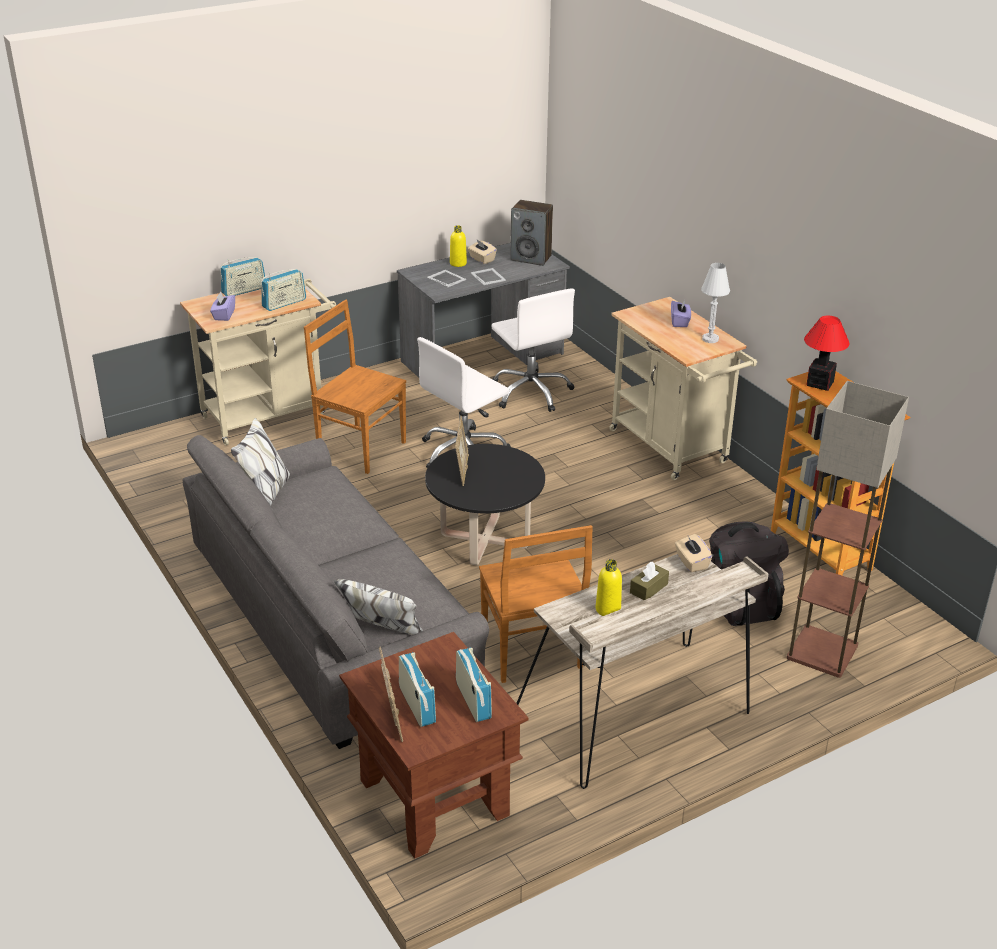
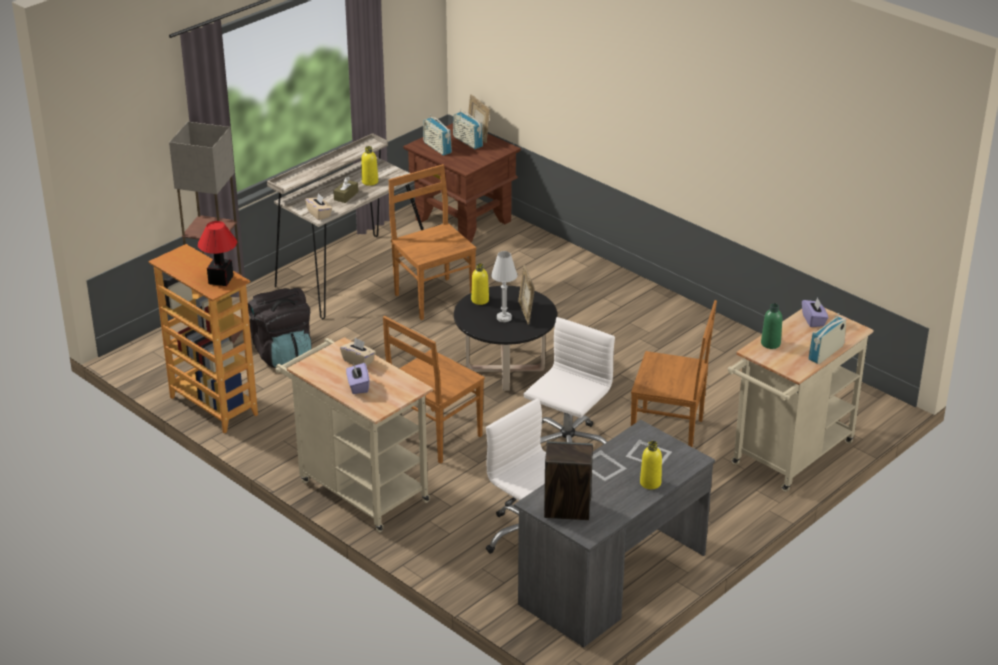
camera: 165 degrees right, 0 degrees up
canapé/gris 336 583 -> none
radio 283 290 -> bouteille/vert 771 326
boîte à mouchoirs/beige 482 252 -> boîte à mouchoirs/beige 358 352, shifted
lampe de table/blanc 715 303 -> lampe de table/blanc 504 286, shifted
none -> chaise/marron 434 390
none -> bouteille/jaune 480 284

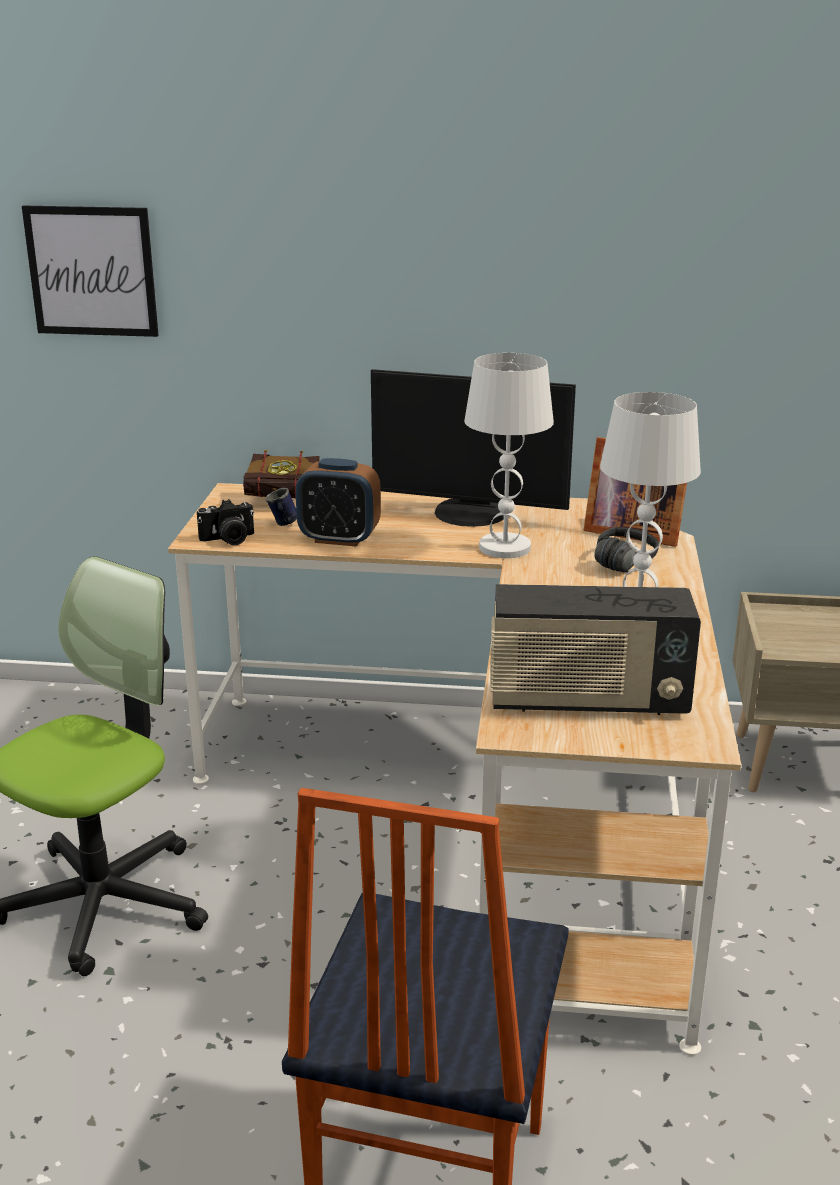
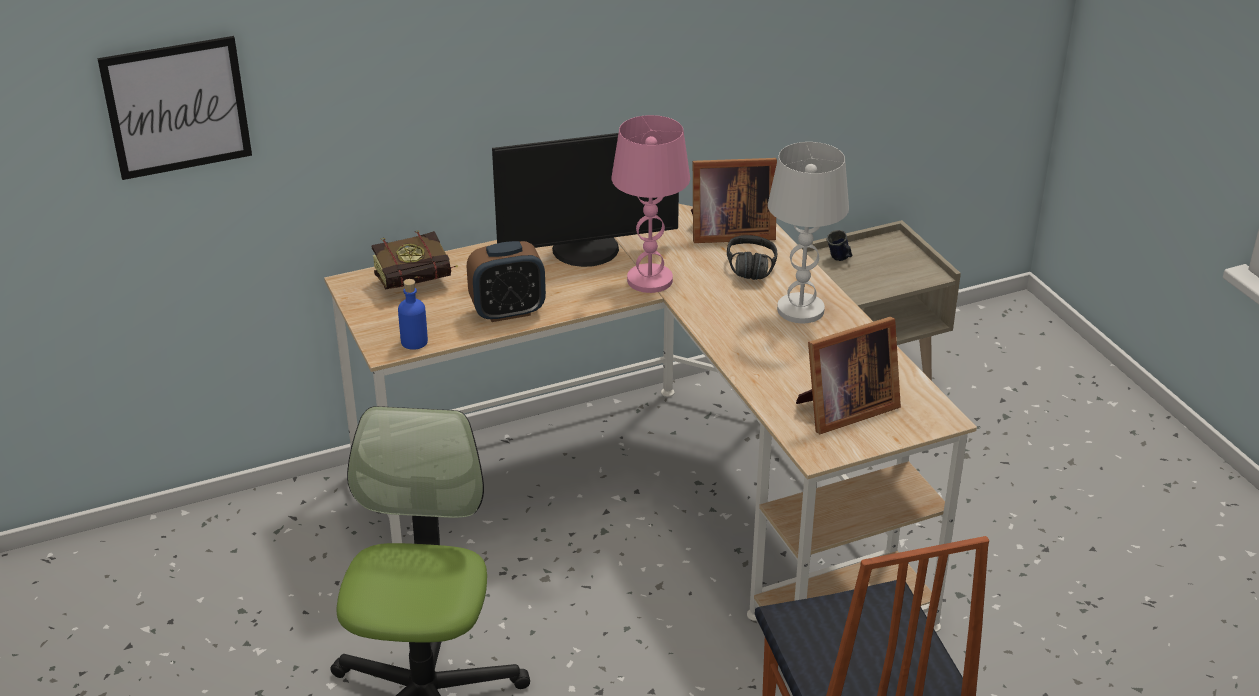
camera: 30 degrees left, 10 degrees up
appareil photo 225 522 -> bouteille/bleu 413 314
mug/bleu 281 507 -> mug/bleu 839 245, shifted
lampe de table/blanc 509 455 -> lampe de table/rose 651 204
radio 595 649 -> cadre photo 848 375

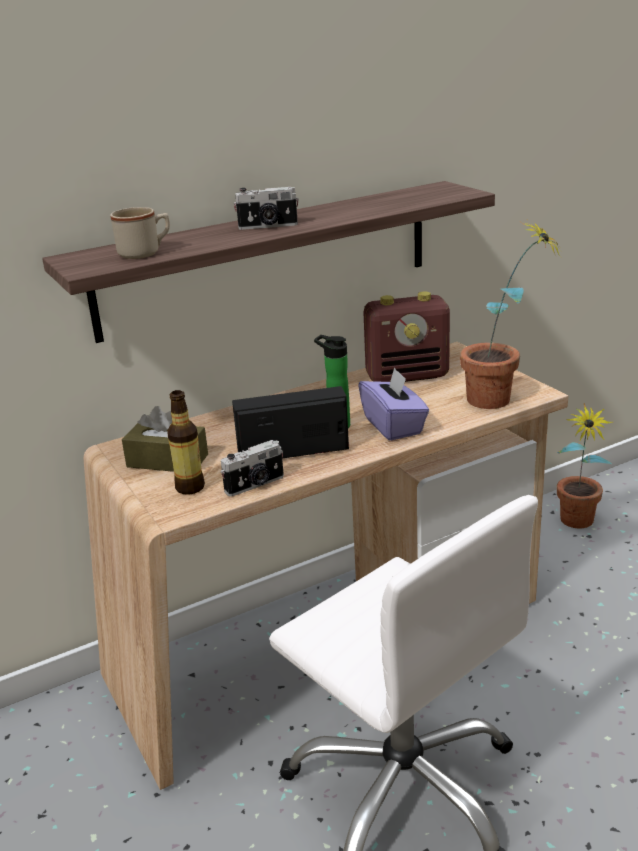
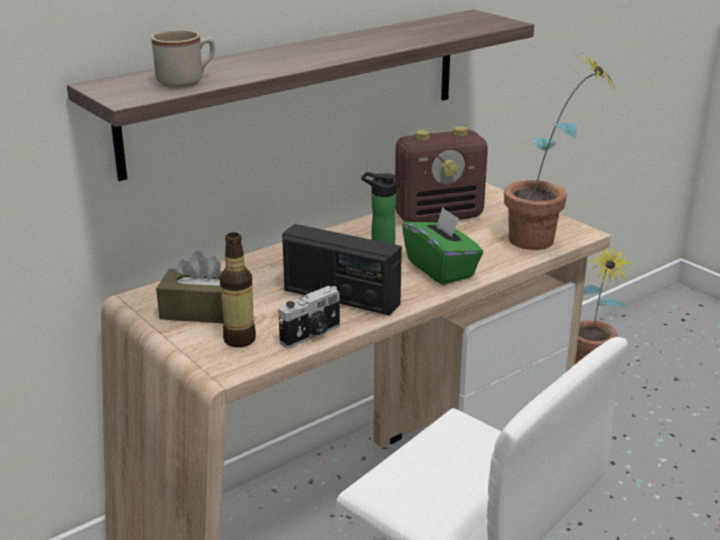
camera: 10 degrees left, 0 degrees up
radio 290 422 -> radio 342 269, 135 degrees counterclockwise
appareil photo 266 208 -> none
boîte à mouchoirs/violet 393 404 -> boîte à mouchoirs/vert 443 246

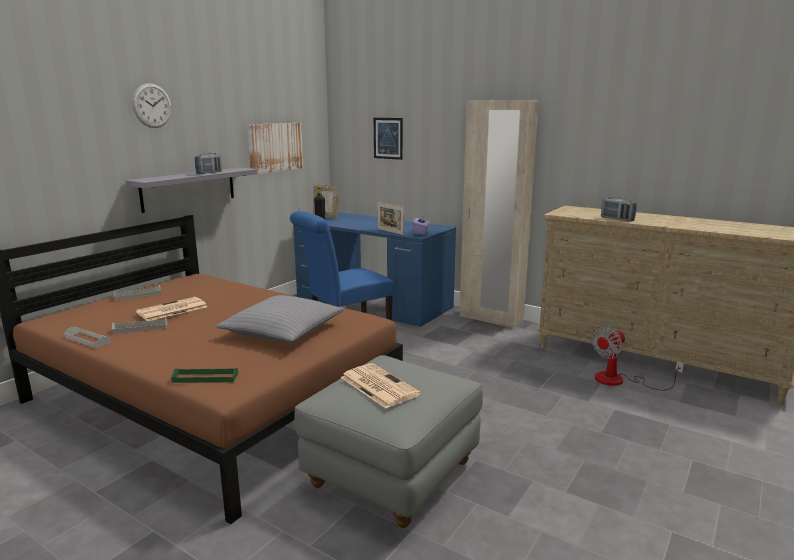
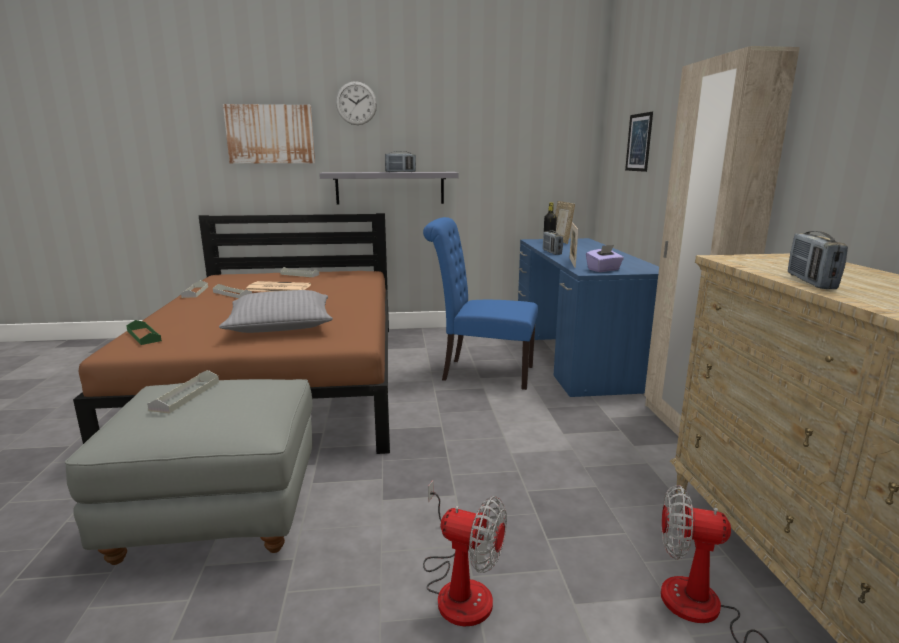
camera: 50 degrees right, 0 degrees up
tableau 275 148 -> tableau 269 133, shifted
journal 380 385 -> plateau/gris 183 391
none -> ventilateur 465 554
none -> radio 553 243

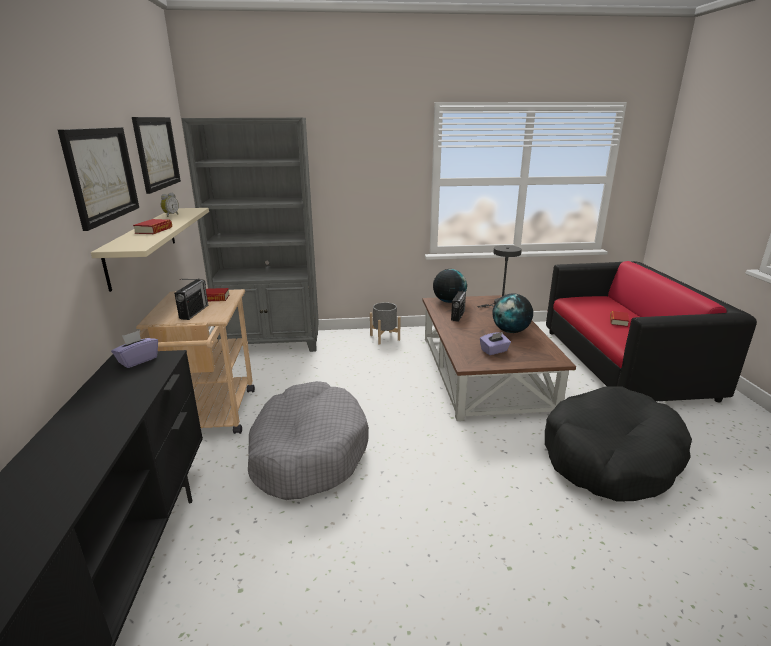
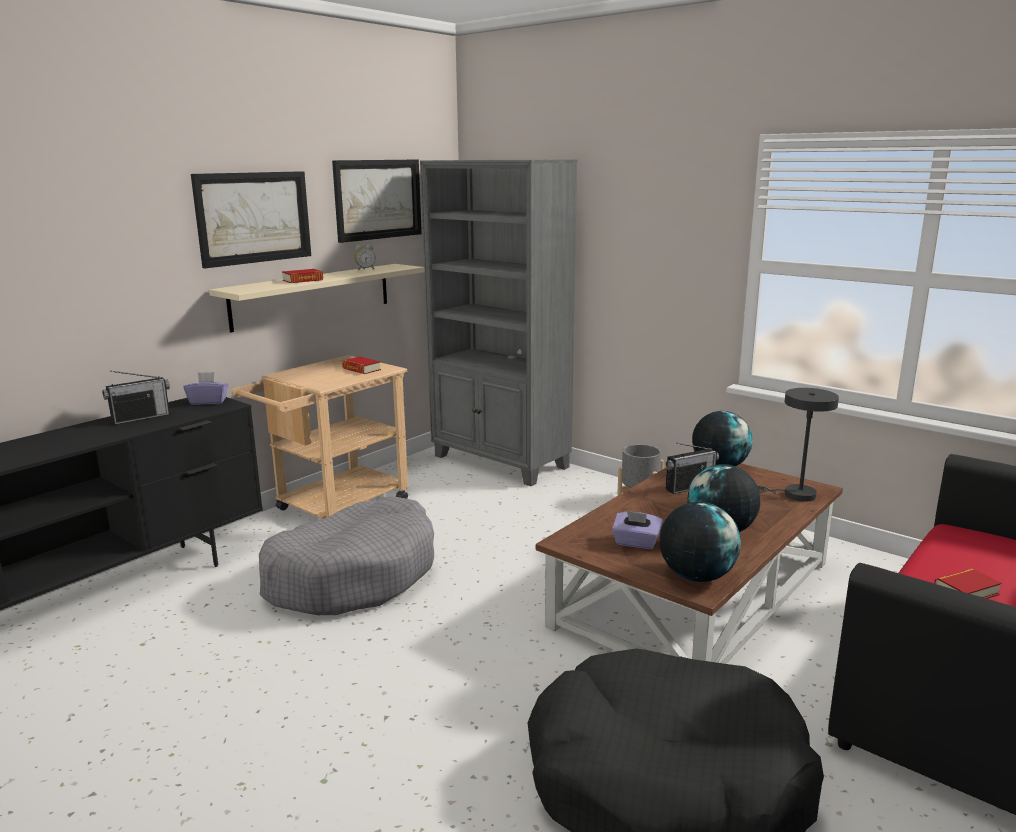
camera: 45 degrees right, 5 degrees down
radio 191 299 -> radio 136 398, shifted
none -> globe 700 542

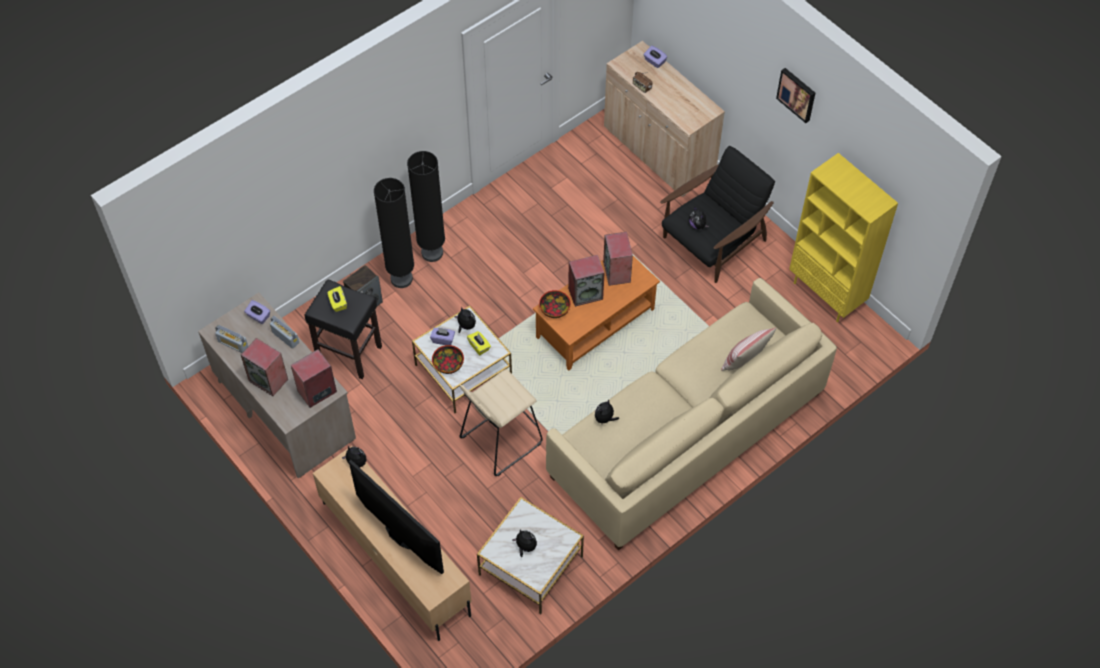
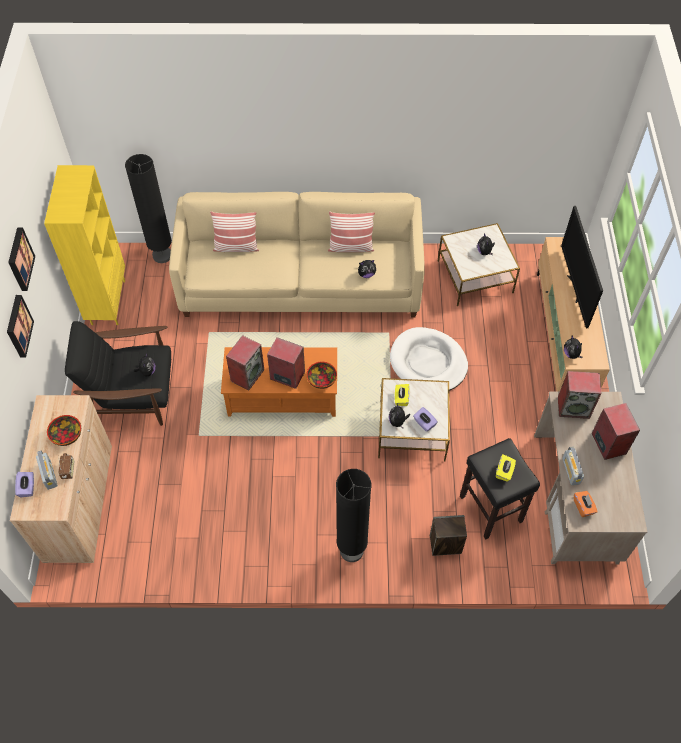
camera: 140 degrees left, 0 degrees up
radio 231 339 -> radio 47 470, shifted
boîte à mouchoirs/violet 257 312 -> boîte à mouchoirs/orange 586 504
lampadaire/noir 394 233 -> lampadaire/noir 148 208, shifted
bol 448 359 -> bol 64 430, shifted
tabouret/beige 501 422 -> panier pour chien/blanc 429 359
none -> tableau 20 326
none -> coussin 351 231

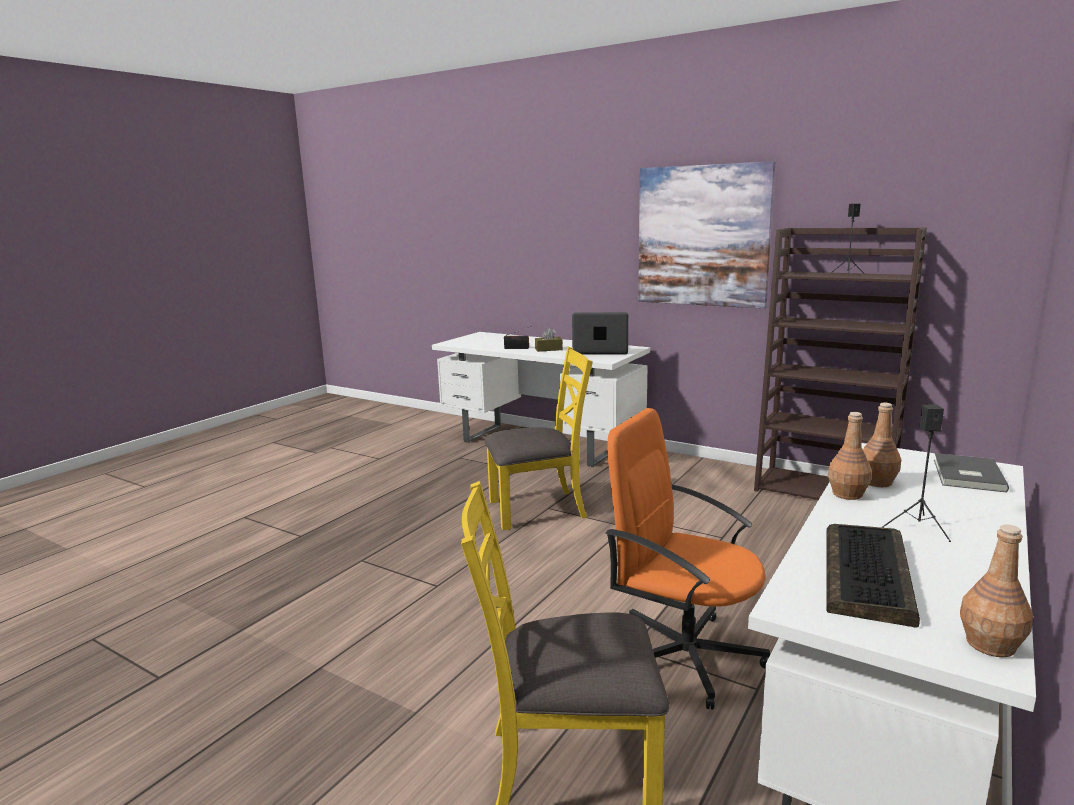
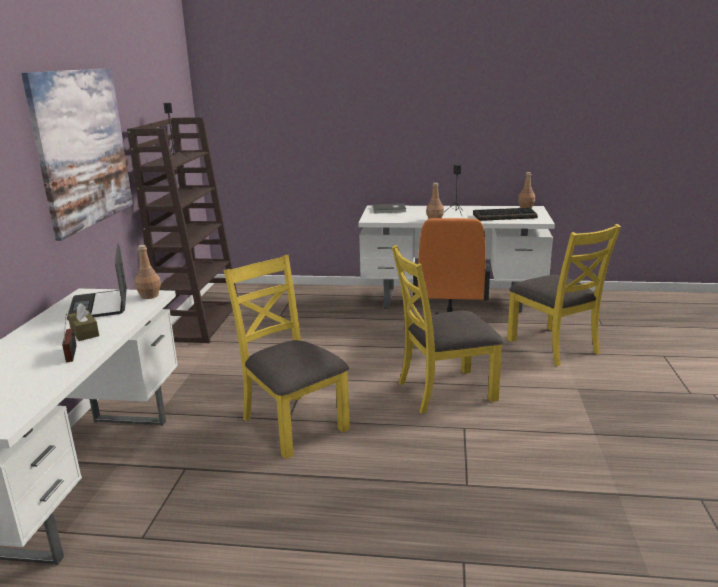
camera: 115 degrees left, 5 degrees up
bouteille/marron 882 445 -> bouteille/marron 148 272, shifted
none -> chaise/jaune 448 329

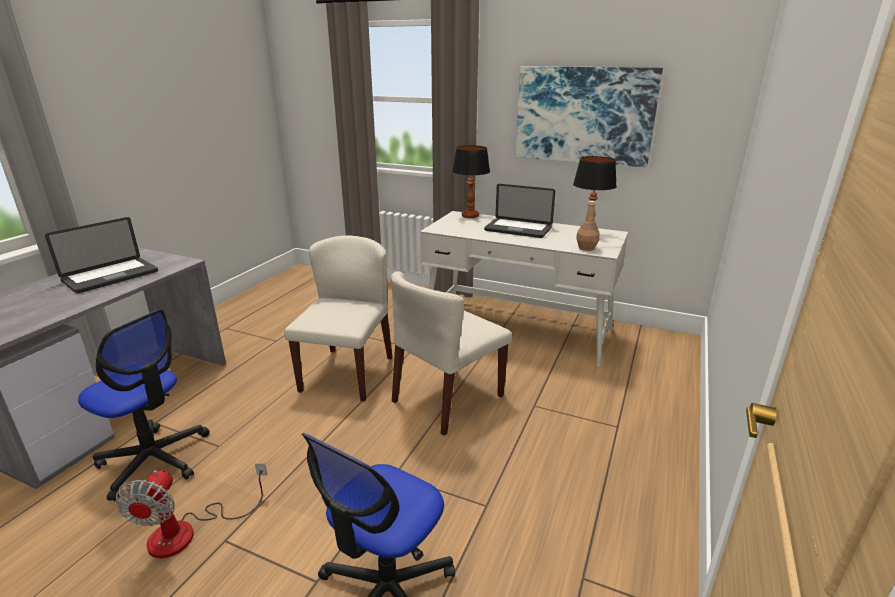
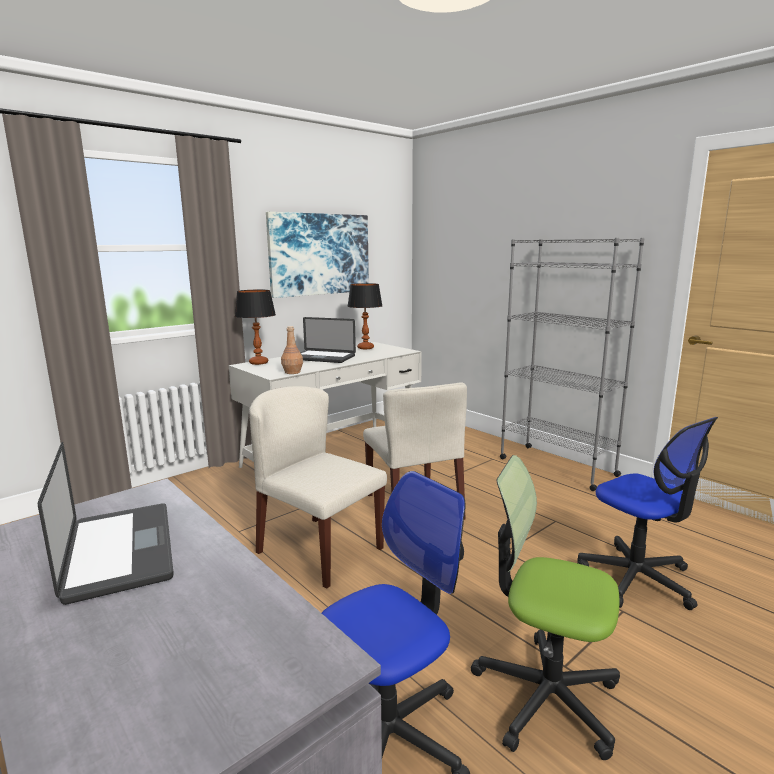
camera: 65 degrees left, 10 degrees down
ventilateur 191 510 -> chaise de bureau 545 607
ordinateur portable 520 211 -> ordinateur portable 328 340, 60 degrees clockwise
bouteille/marron 588 226 -> bouteille/marron 292 350, shifted
none -> bibliothèque/gris 572 364

